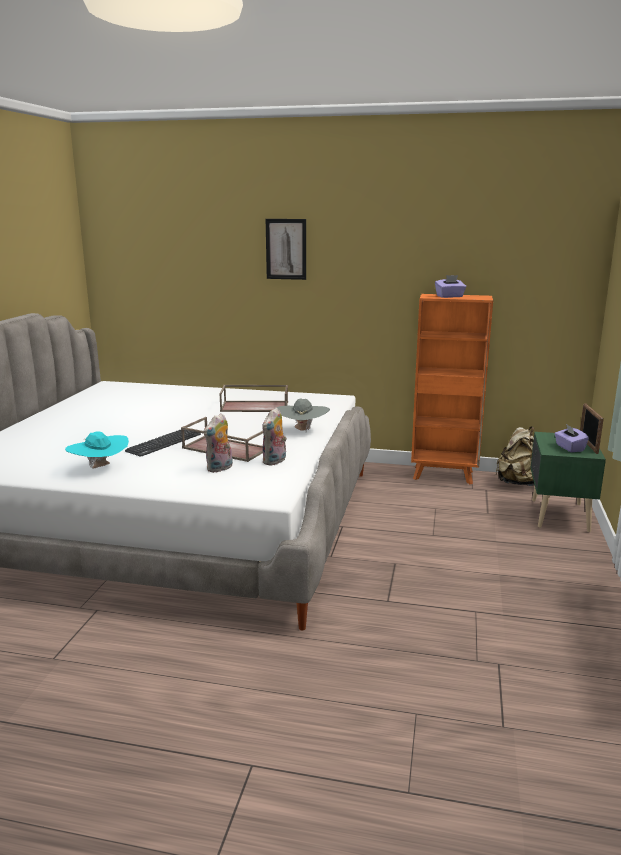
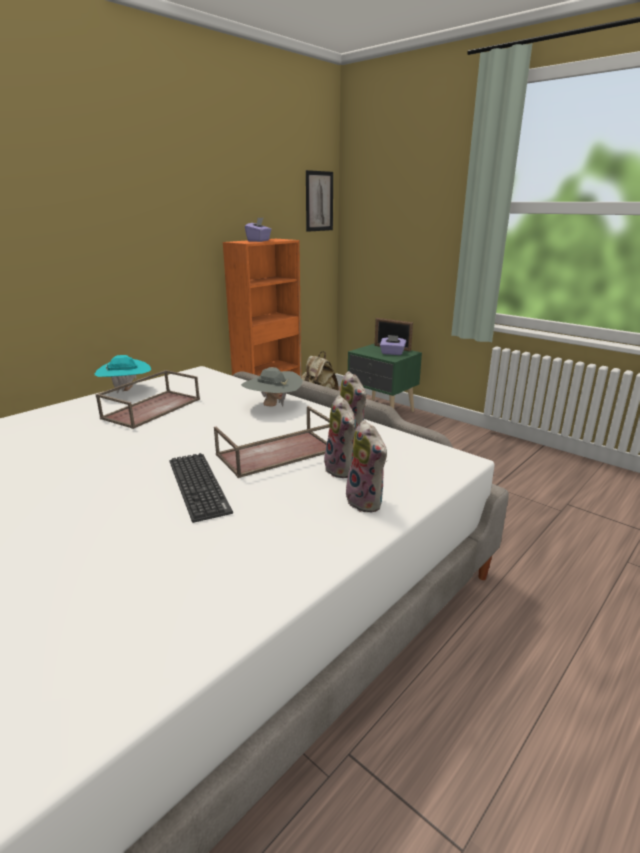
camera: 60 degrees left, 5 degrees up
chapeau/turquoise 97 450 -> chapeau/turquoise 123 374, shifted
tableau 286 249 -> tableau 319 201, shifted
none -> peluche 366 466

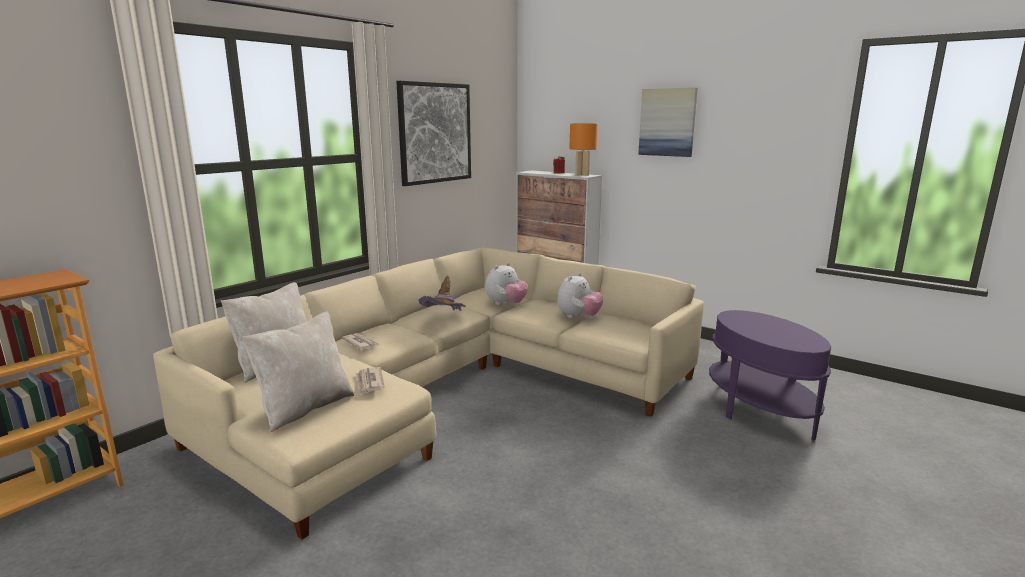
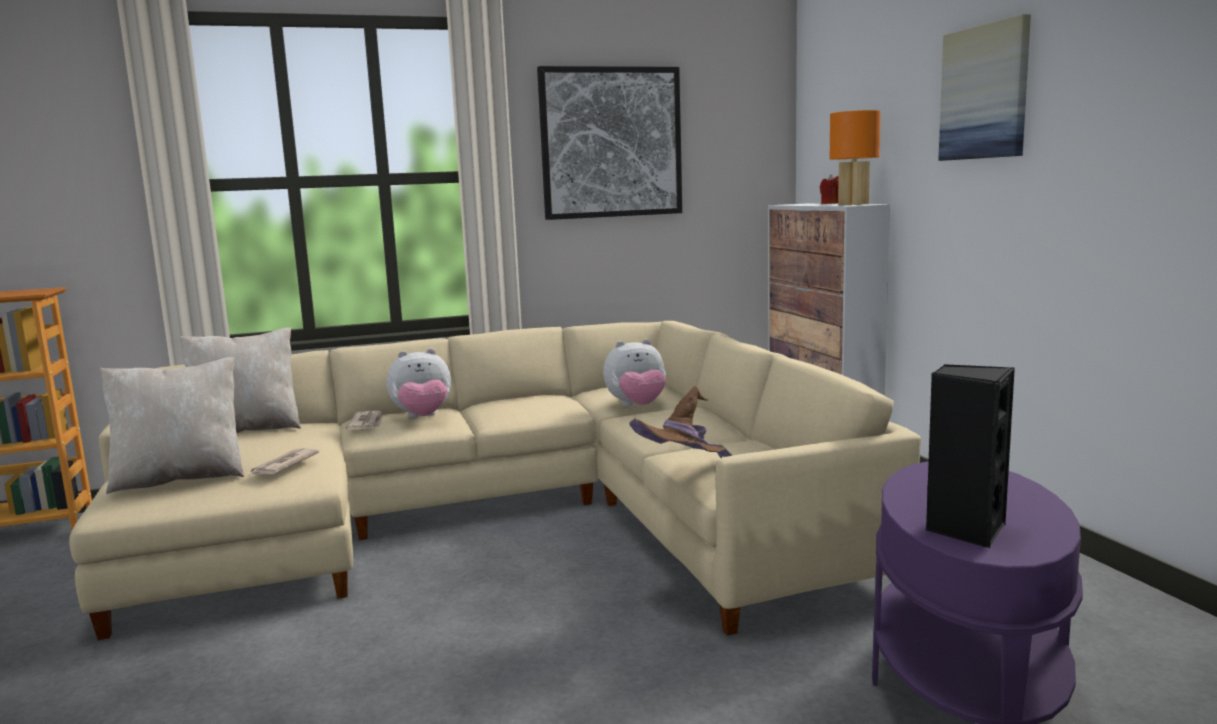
camera: 35 degrees right, 5 degrees down
chapeau/marron 442 293 -> chapeau/marron 680 422, shifted
peluche 580 295 -> peluche 418 383, shifted
none -> enceinte/noir 970 456

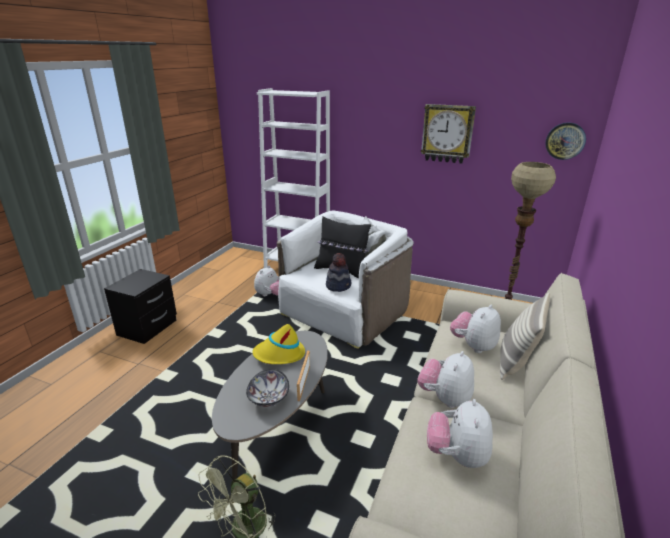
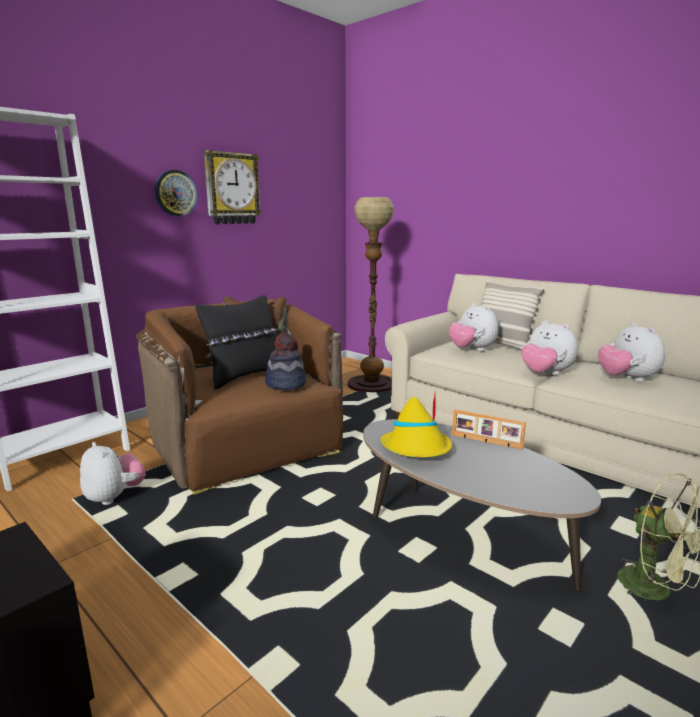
camera: 70 degrees left, 10 degrees down
bol 267 388 -> none
fauteuil/blanc 345 279 -> fauteuil/marron 239 395
peluche 460 433 -> peluche 631 352, 45 degrees clockwise
horloge murale 565 141 -> horloge murale 176 193, shifted

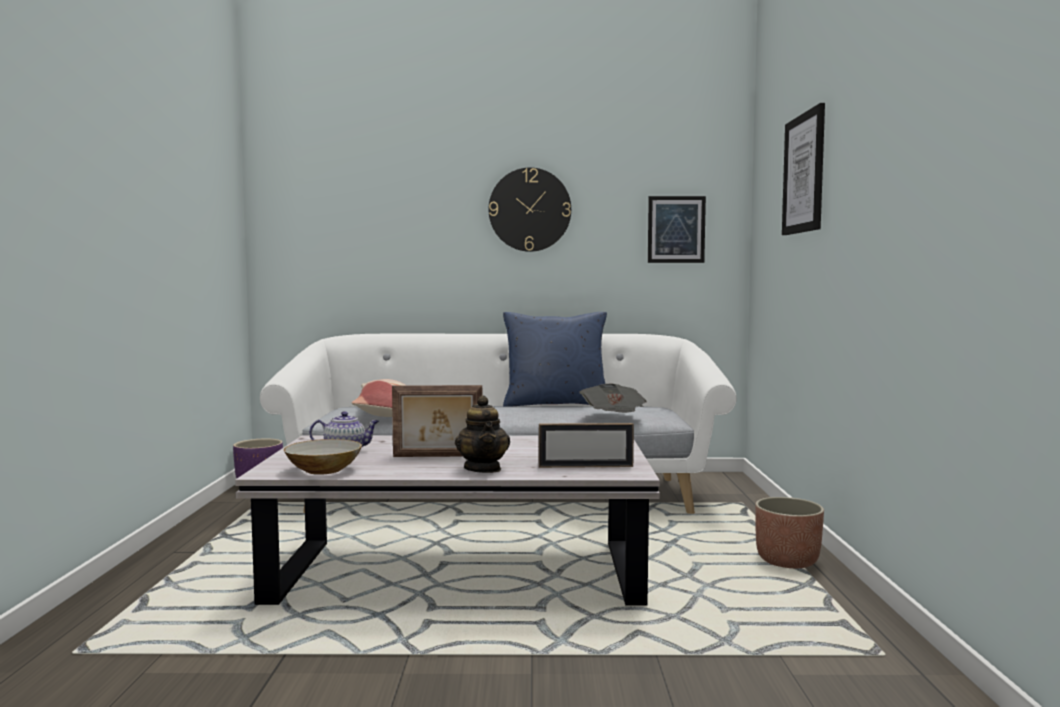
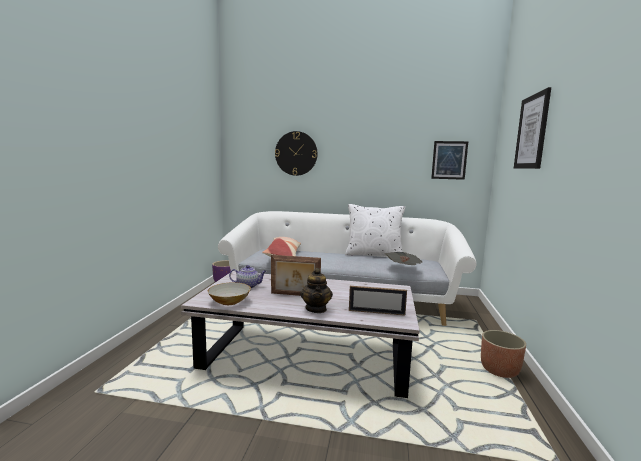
camera: 10 degrees right, 5 degrees up
horloge murale 530 210 -> horloge murale 296 153, shifted
coussin/bleu 555 359 -> coussin/blanc 375 230

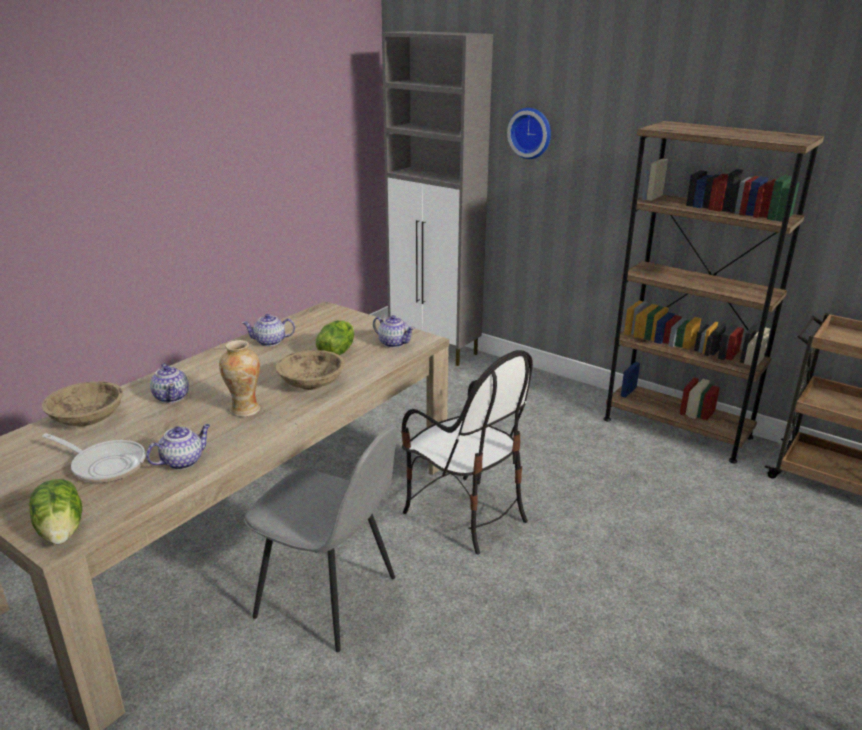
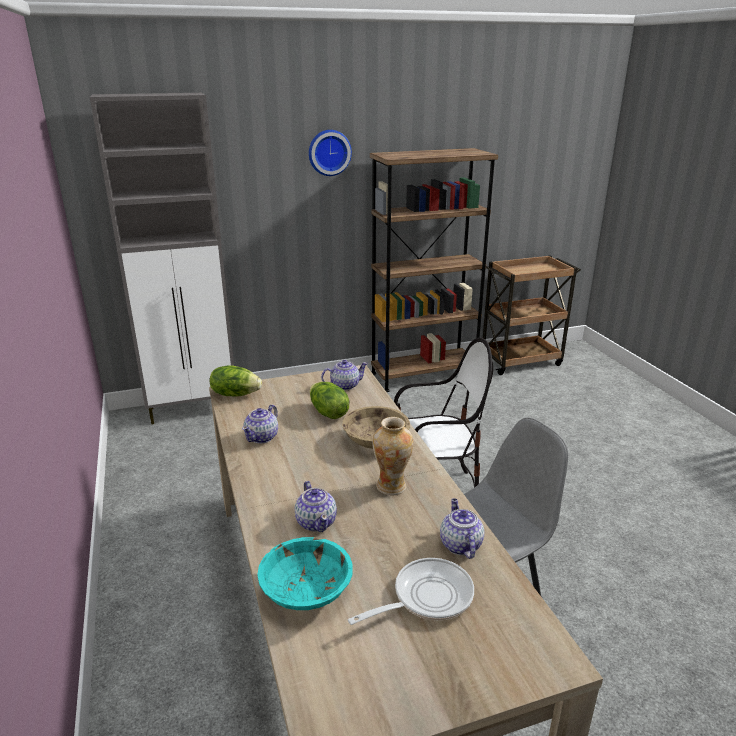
camera: 55 degrees left, 0 degrees up
laitue 56 511 -> laitue 236 380, shifted
bol/beige 82 403 -> bol/turquoise 305 573
théière 169 383 -> théière 316 506, 60 degrees clockwise
horloge murale 529 133 -> horloge murale 330 153, shifted

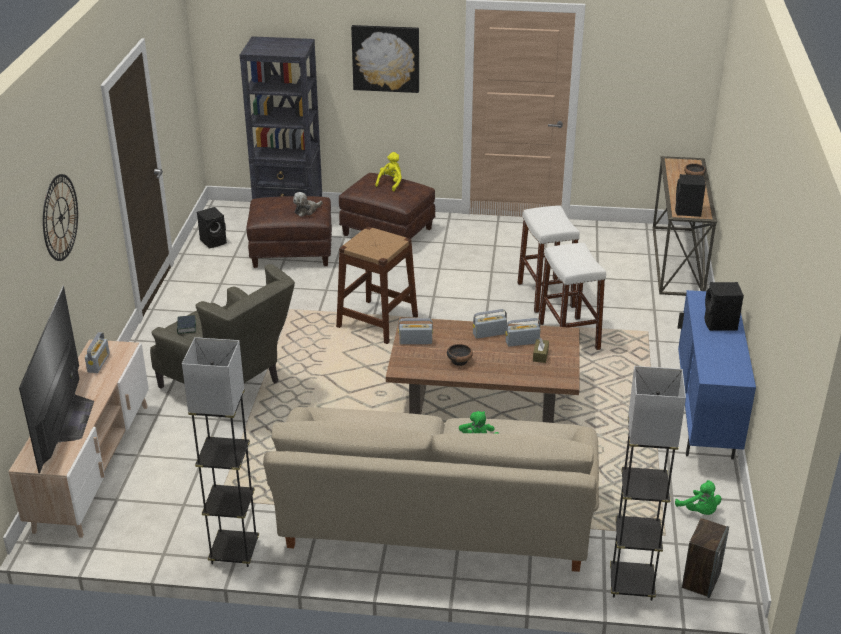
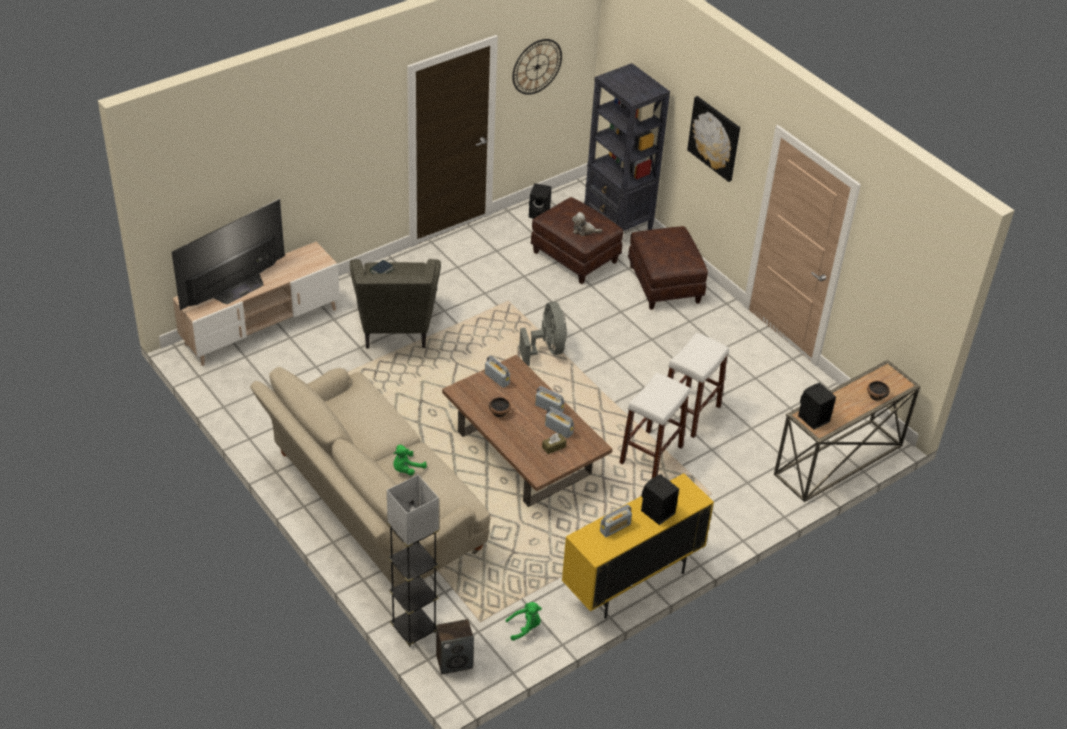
camera: 45 degrees right, 10 degrees up
horloge murale 60 217 -> horloge murale 537 67, shifted
radio 97 352 -> radio 616 521, shifted
lampadaire/gris 220 452 -> none
tabouret/marron 377 285 -> ventilateur/gris 543 334
peluche/jaune 388 171 -> none
peluche/vert 698 497 -> peluche/vert 523 621, 120 degrees counterclockwise
meuble de rangement/bleu 716 375 -> meuble de rangement/jaune 638 546

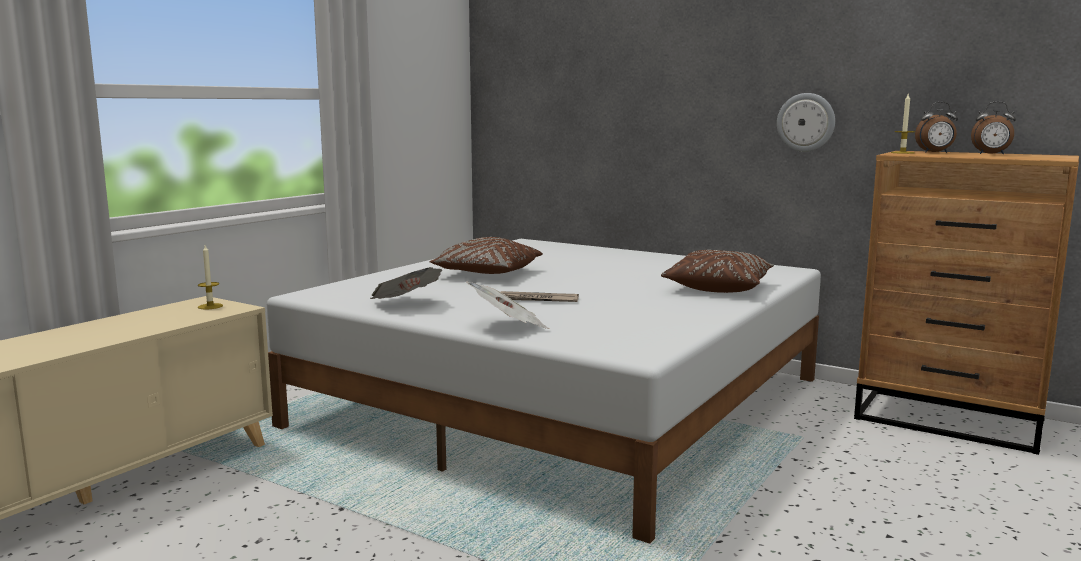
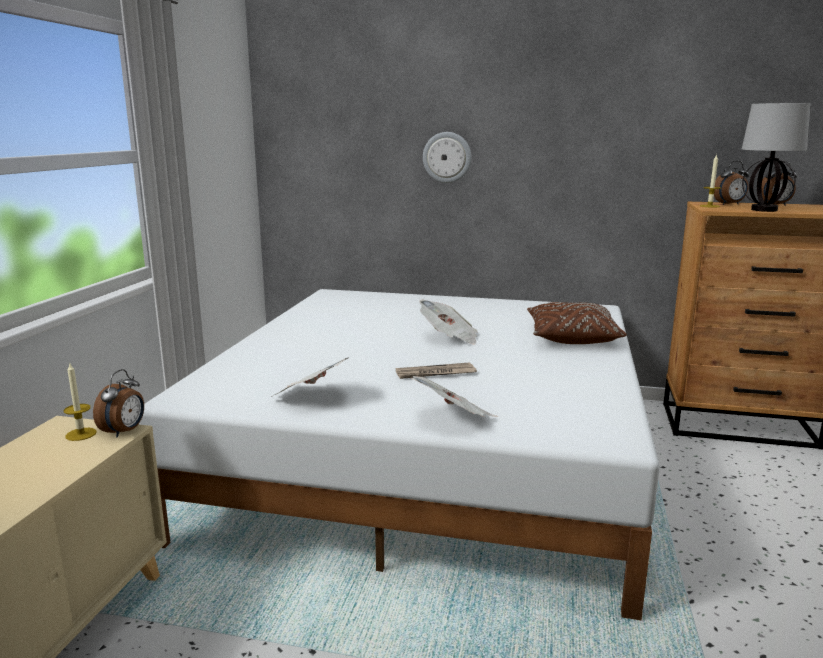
camera: 20 degrees left, 5 degrees up
coussin/marron 486 255 -> none
horloge murale 806 122 -> horloge murale 447 157, shifted
none -> réveil 118 403
none -> journal 449 322
none -> lampe de table 776 157

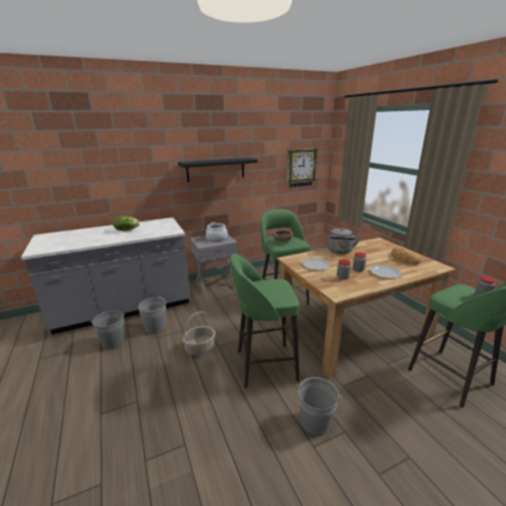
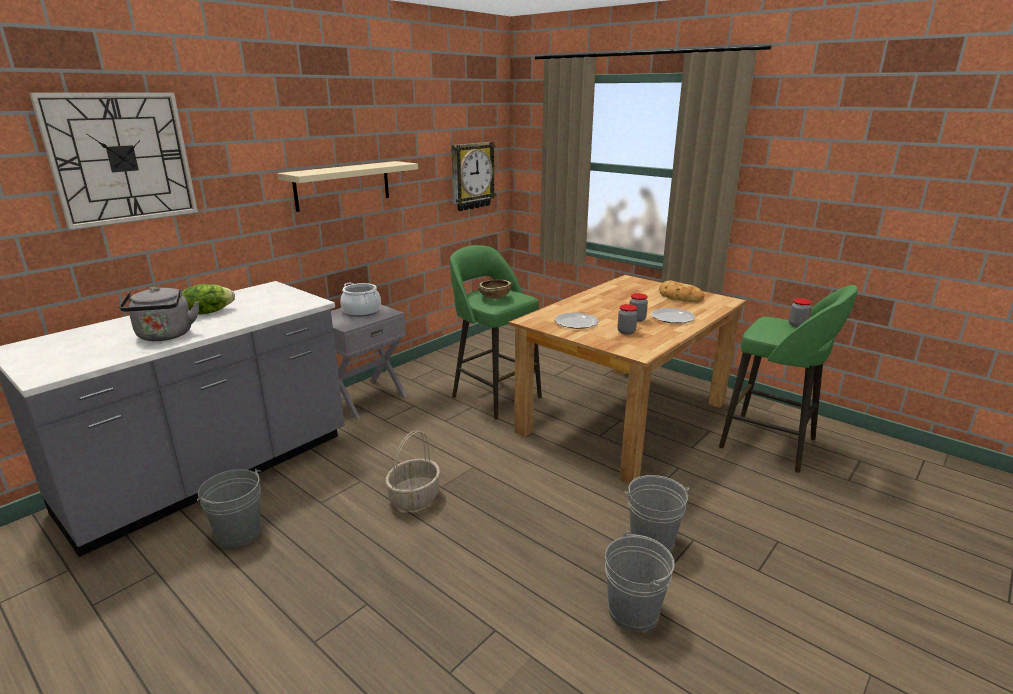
camera: 25 degrees left, 0 degrees up
seau/gris 152 315 -> seau/gris 640 581, shifted
étagère/noir 218 170 -> étagère/beige 347 186
tabouret/vert 265 320 -> none
bouilloire/gris 344 241 -> bouilloire/gris 159 313, shifted
none -> horloge murale 113 161

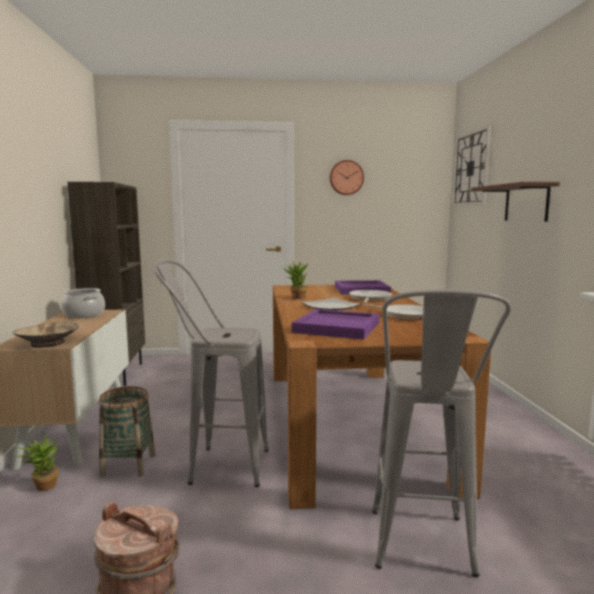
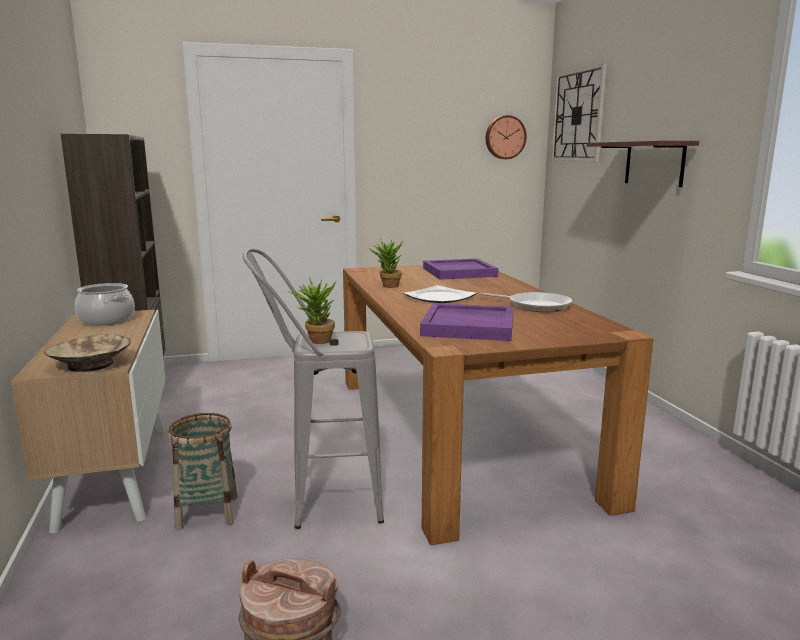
camera: 10 degrees left, 5 degrees up
plante en pot 38 461 -> plante en pot 312 310, shifted
horloge murale 347 177 -> horloge murale 506 137, shifted
poêle 370 297 -> none
tabouret/gris 441 433 -> none

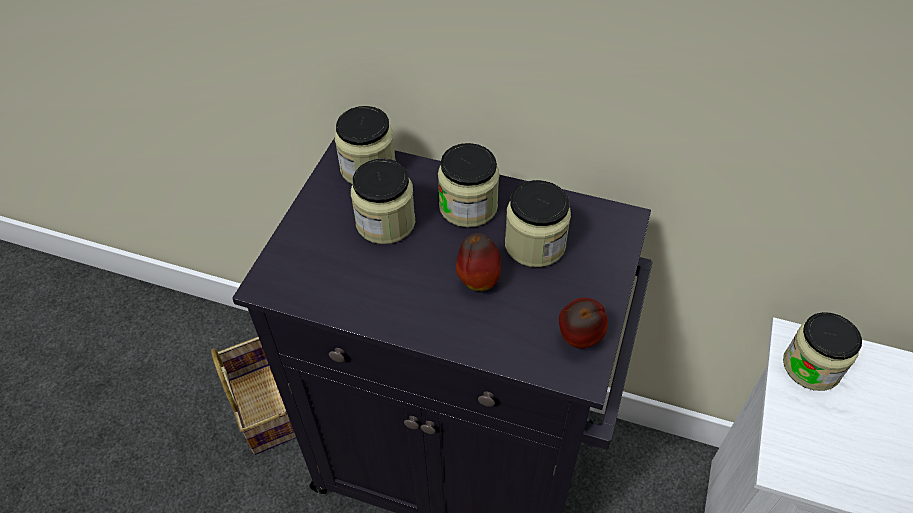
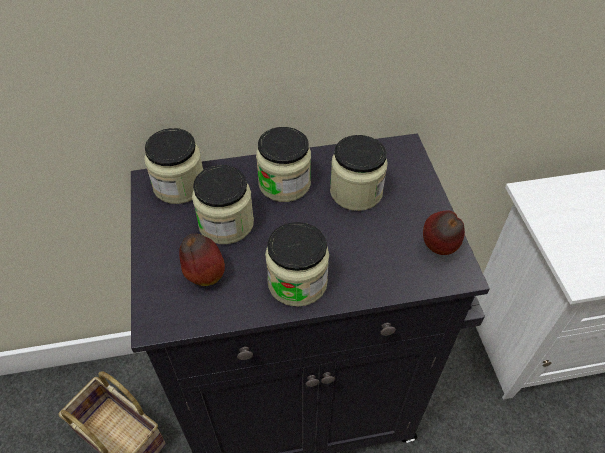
camera: 30 degrees left, 0 degrees up
pomme 478 262 -> pomme 202 259, shifted
bocal 822 351 -> bocal 297 264, shifted

